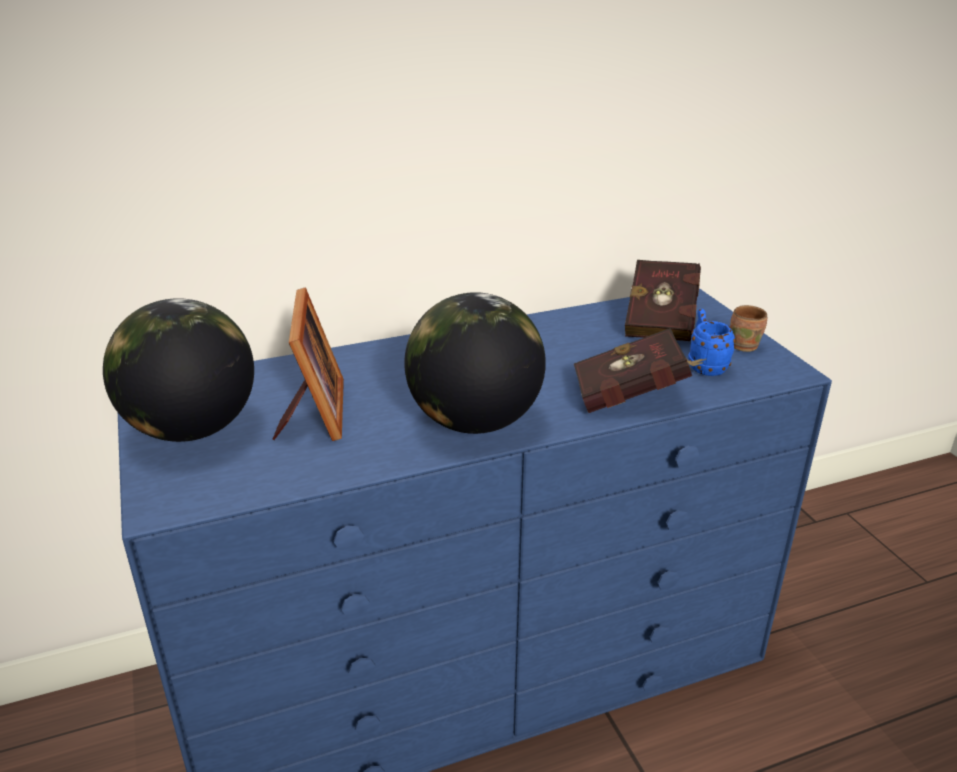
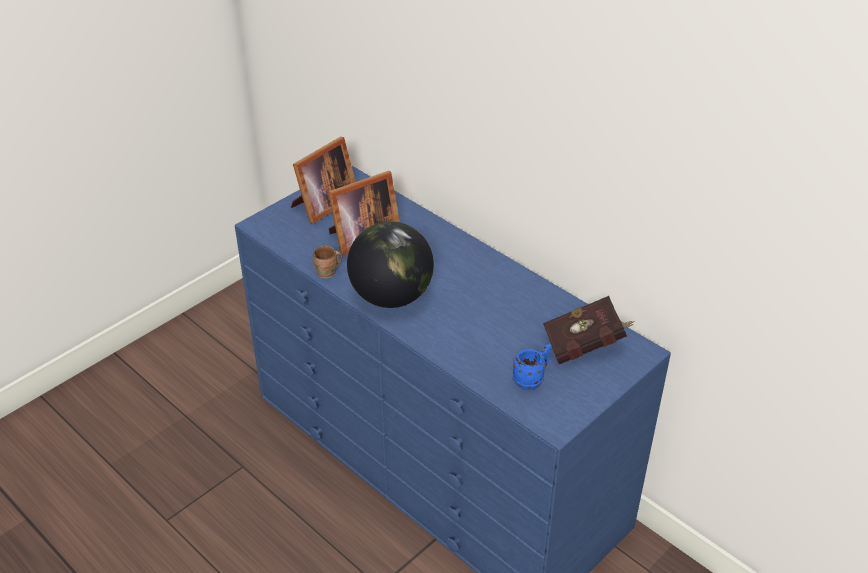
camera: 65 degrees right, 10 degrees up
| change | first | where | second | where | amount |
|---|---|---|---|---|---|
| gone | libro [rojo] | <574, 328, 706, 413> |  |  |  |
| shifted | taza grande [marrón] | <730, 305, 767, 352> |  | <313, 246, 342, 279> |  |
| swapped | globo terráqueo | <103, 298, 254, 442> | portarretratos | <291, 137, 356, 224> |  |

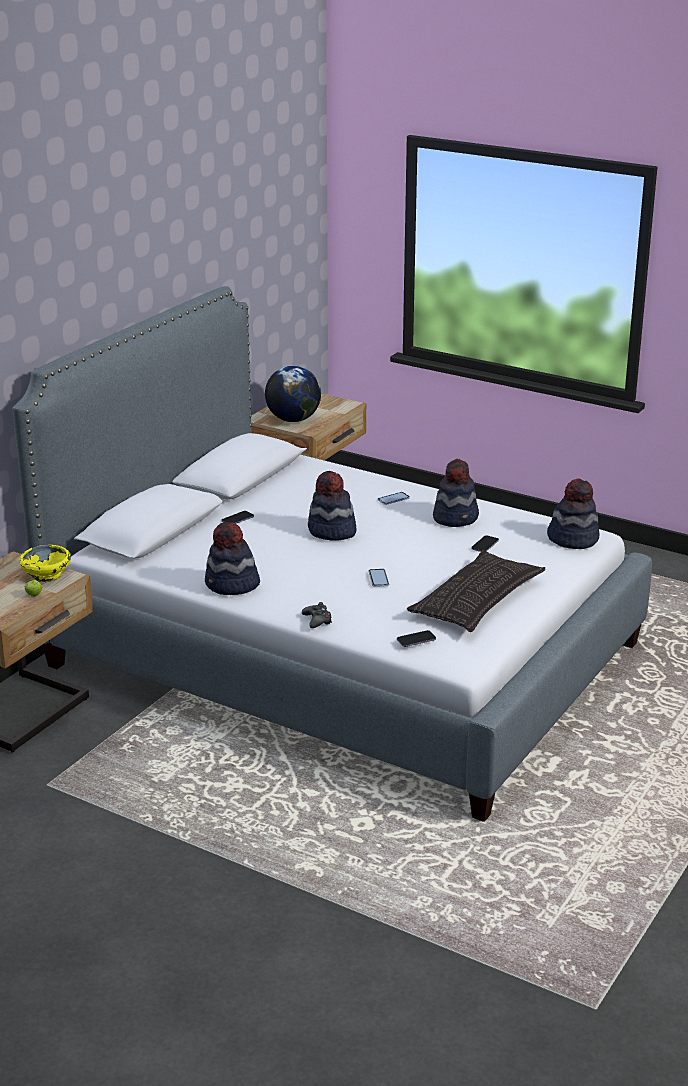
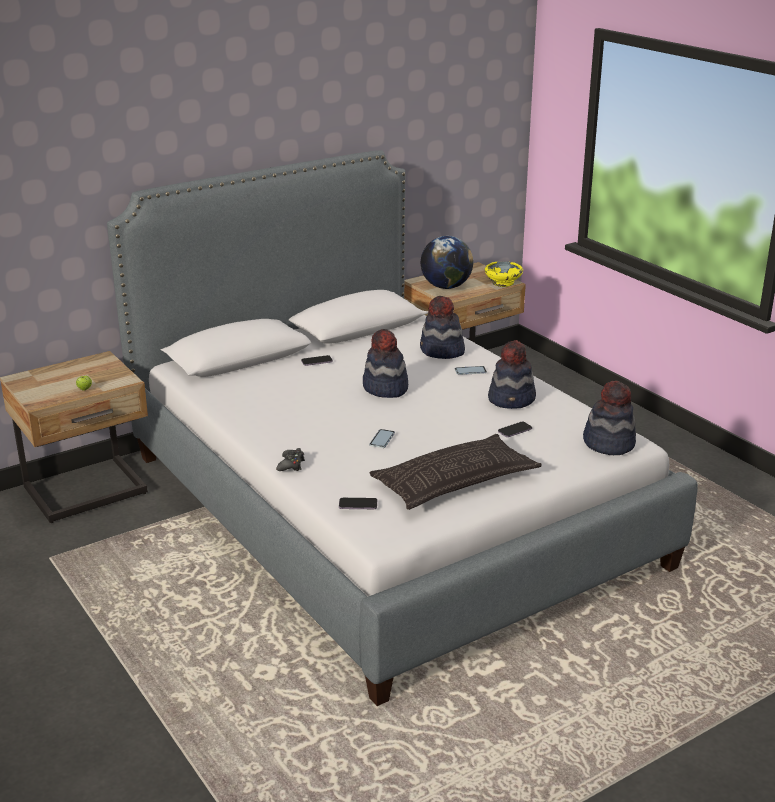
camera: 25 degrees right, 0 degrees up
| change | first | where | second | where | amount |
|---|---|---|---|---|---|
| shifted | cuenco [amarillo] | <19, 545, 71, 582> |  | <485, 261, 523, 287> |  |
| shifted | sombrero | <205, 522, 260, 595> |  | <420, 296, 465, 359> |  |

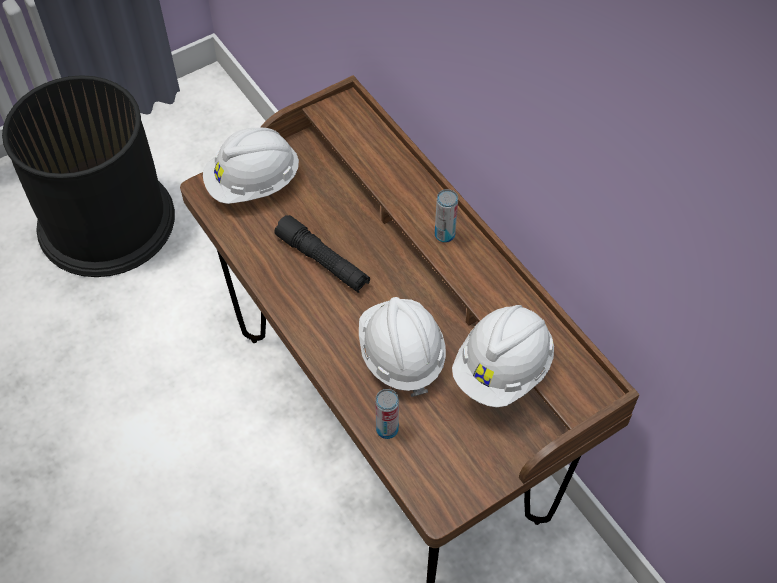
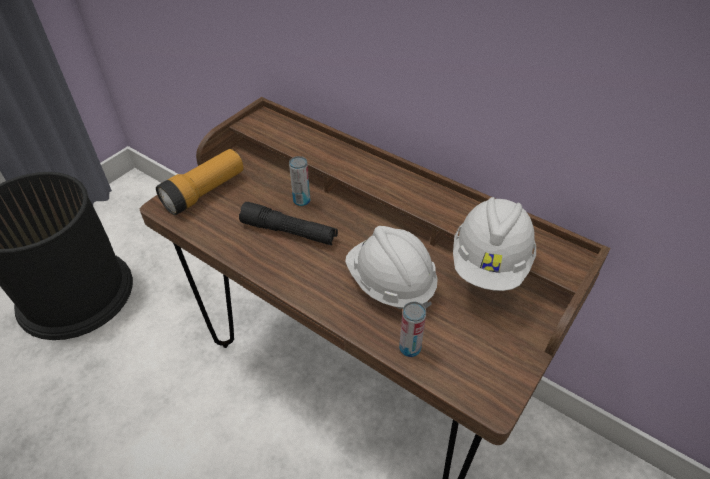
camera: 20 degrees left, 10 degrees down
| change | first | where | second | where | amount |
|---|---|---|---|---|---|
| shifted | lata | <435, 189, 458, 243> |  | <289, 156, 310, 206> |  |
| swapped | casco [blanco] | <203, 128, 299, 204> | linterna | <156, 149, 244, 215> |  |

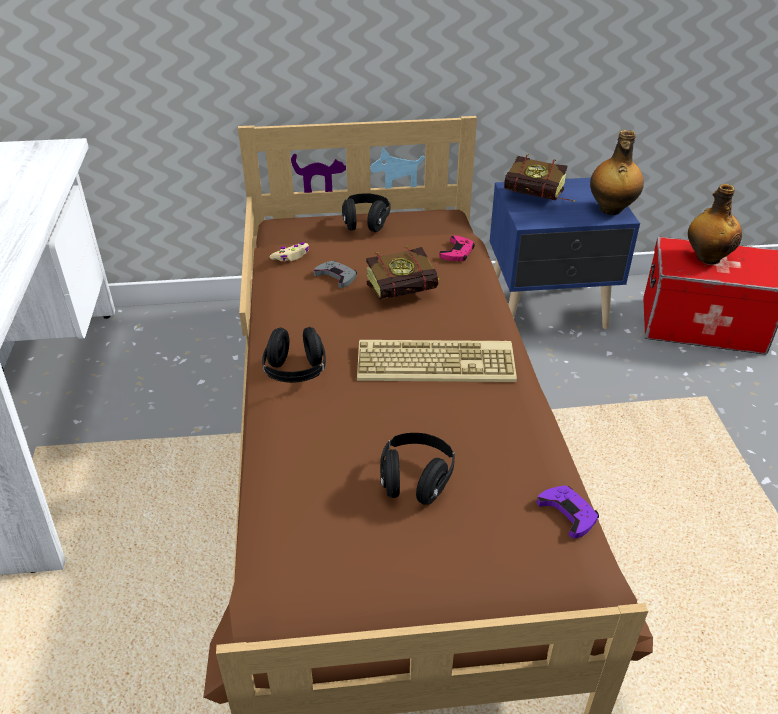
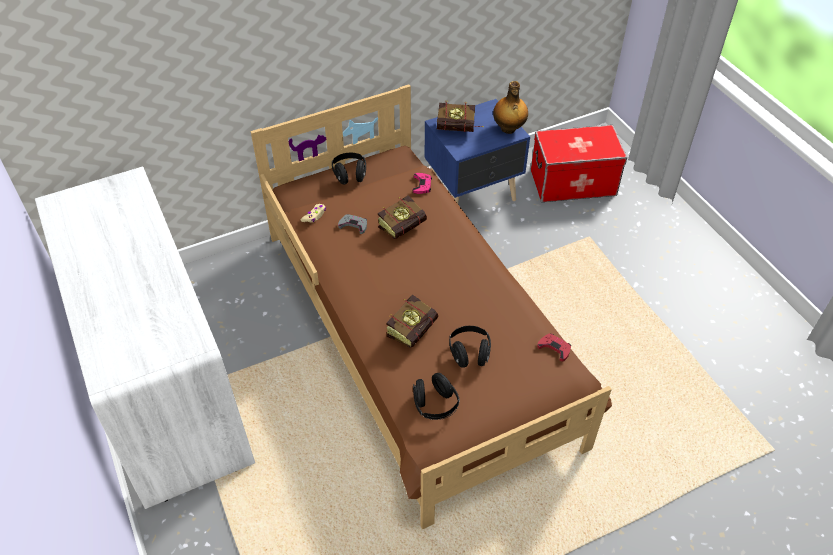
camera: 20 degrees left, 10 degrees up
| change | first | where | second | where | amount |
|---|---|---|---|---|---|
| gone | teclado | <357, 340, 517, 382> |  |  |  |
| gone | botella | <688, 184, 742, 264> |  |  |  |
| new |  |  | libro | <386, 294, 438, 348> |  |
| shifted | auriculares [negro] | <262, 327, 326, 383> |  | <413, 373, 460, 420> |  |
| repainted | mando de consola [morado] | <537, 485, 599, 539> | mando de consola [rojo] | <537, 334, 571, 362> |  |

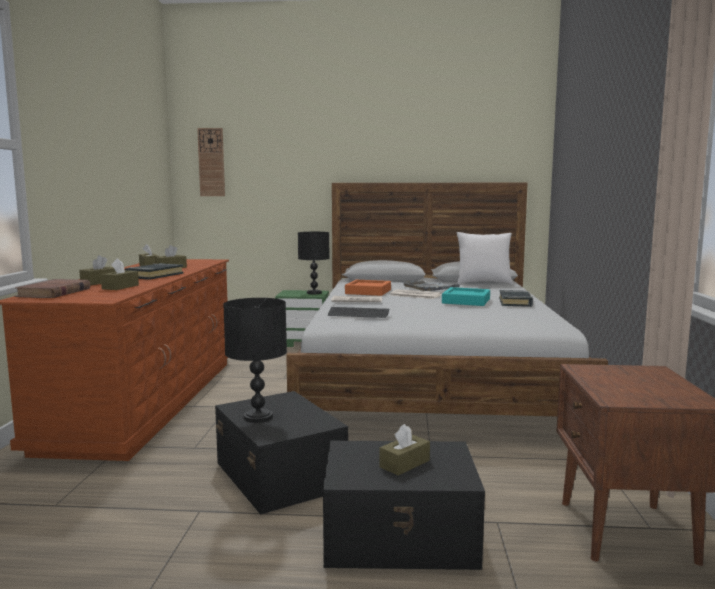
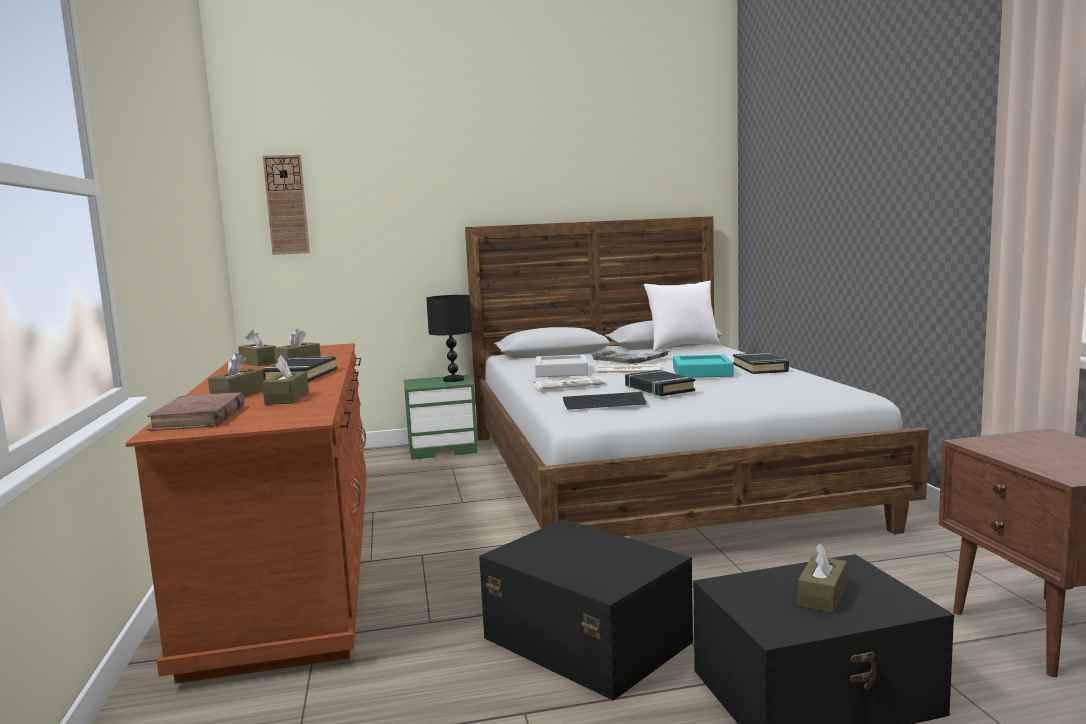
camera: 15 degrees left, 0 degrees up
| change | first | where | second | where | amount |
|---|---|---|---|---|---|
| gone | lámpara de mesa [negro] | <223, 298, 287, 423> |  |  |  |
| new |  |  | libro [negro] | <625, 370, 695, 396> |  |
| repainted | bandeja [naranja] | <345, 280, 391, 296> | bandeja [gris] | <535, 354, 588, 377> |  |

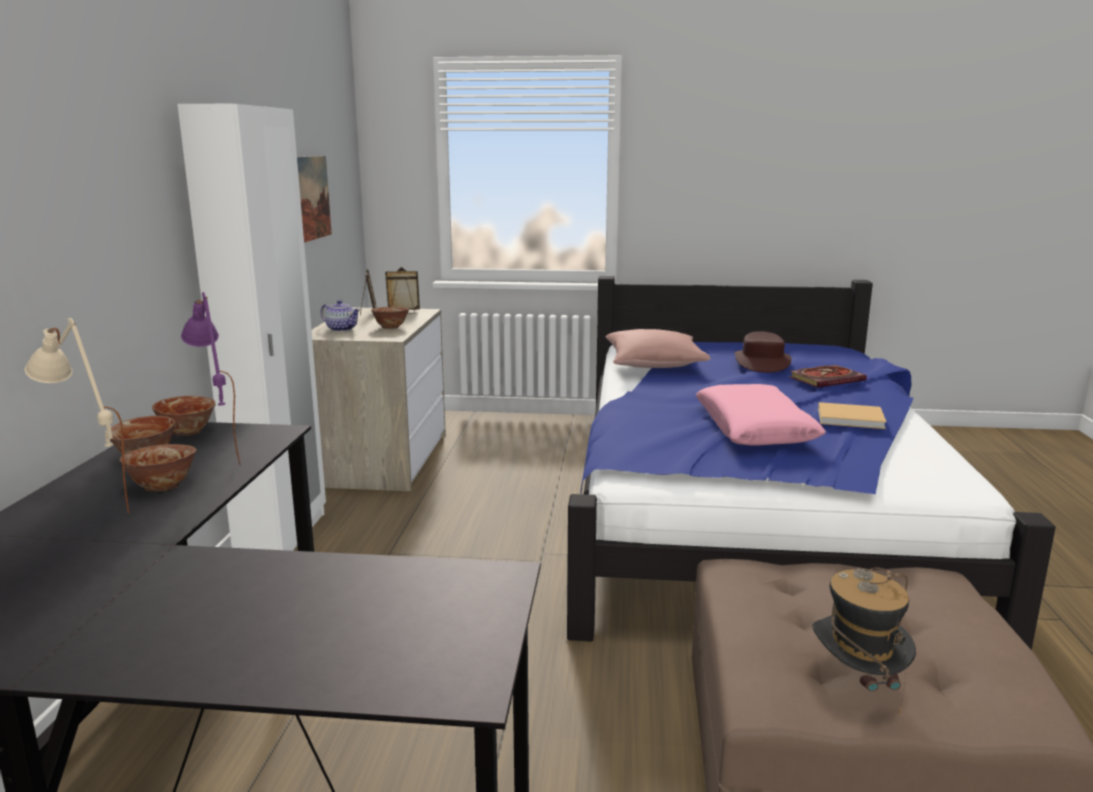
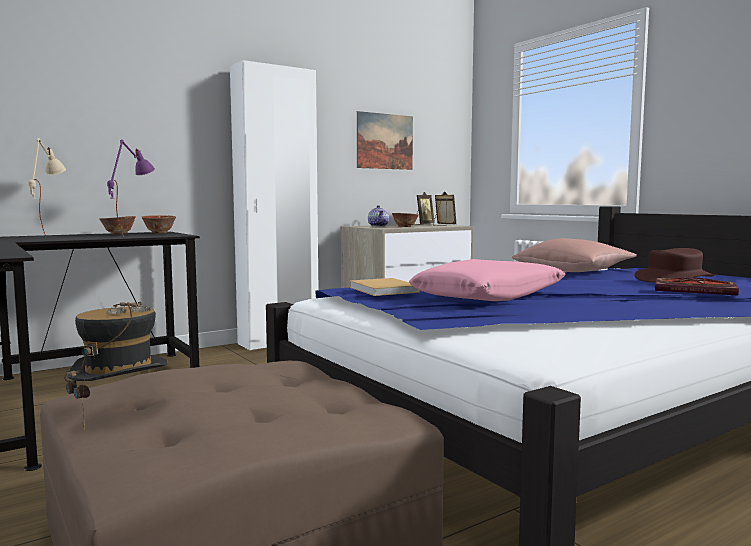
camera: 50 degrees right, 10 degrees down
| change | first | where | second | where | amount |
|---|---|---|---|---|---|
| gone | cuenco | <119, 444, 196, 492> |  |  |  |
| shifted | libro [beis] | <818, 402, 887, 429> |  | <349, 278, 420, 296> |  |

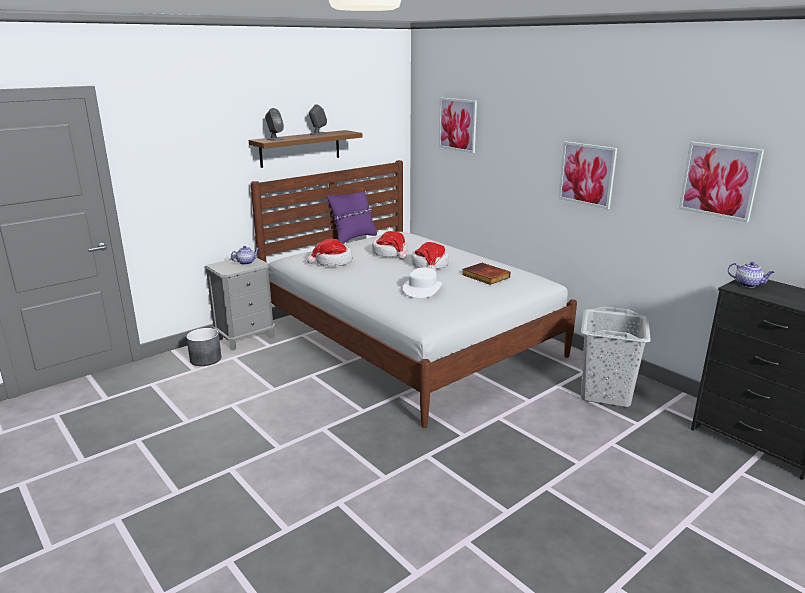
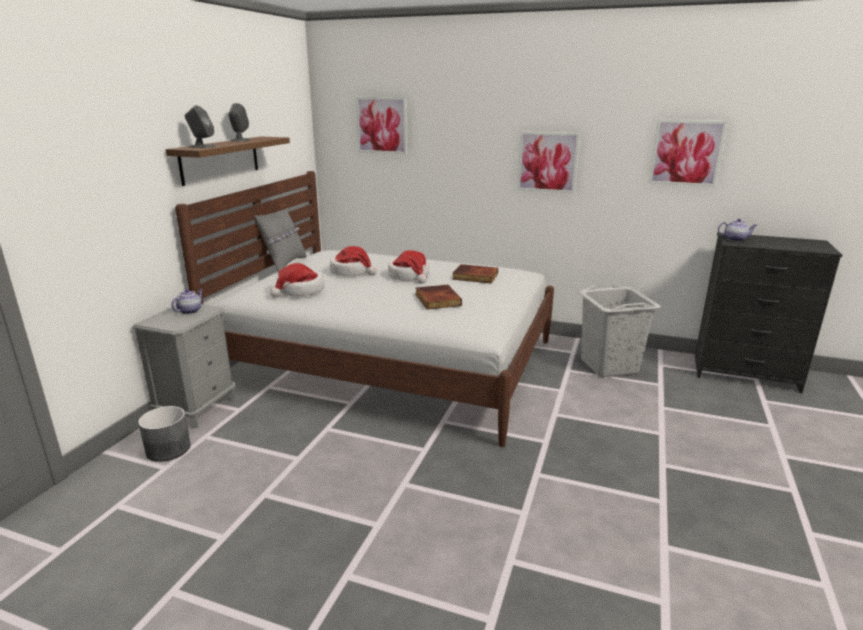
camera: 30 degrees left, 0 degrees up
| change | first | where | second | where | amount |
|---|---|---|---|---|---|
| swapped | sombrero [blanco] | <403, 268, 442, 298> | libro | <415, 285, 462, 310> |  |
| repainted | cojín [morado] | <327, 192, 377, 244> | cojín [gris] | <254, 209, 307, 273> |  |

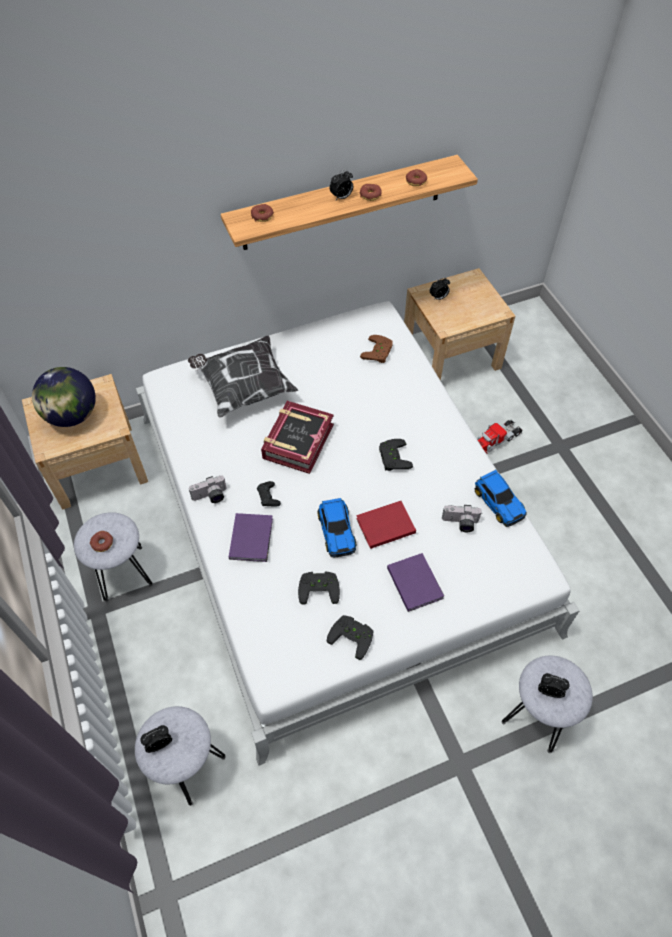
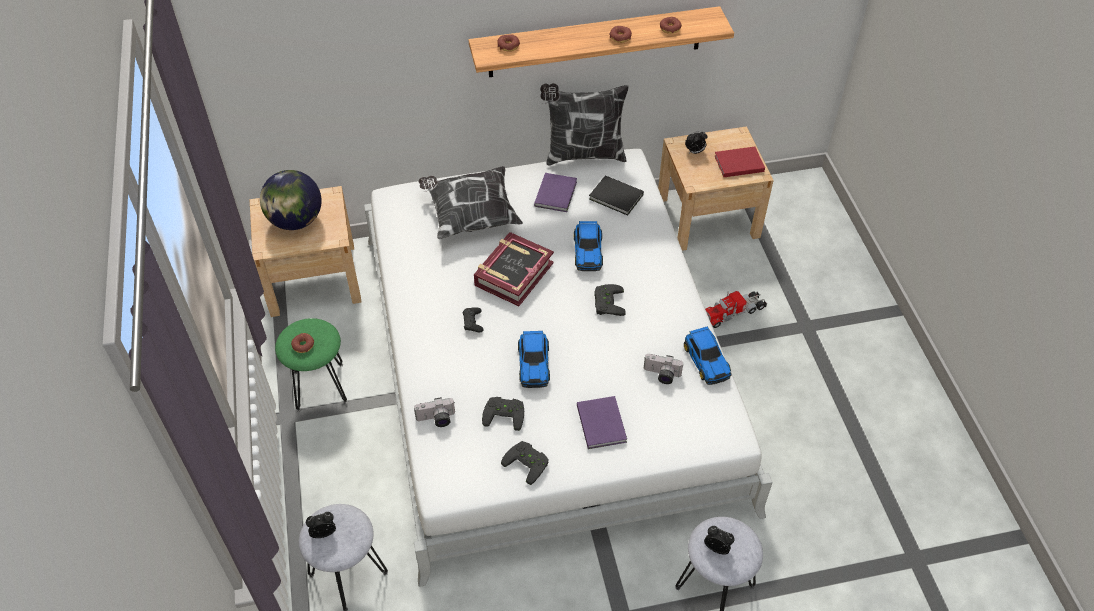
camera: 10 degrees right, 5 degrees down
| change | first | where | second | where | amount |
|---|---|---|---|---|---|
| gone | despertador | <330, 169, 353, 200> |  |  |  |
| new |  |  | cojín | <540, 83, 629, 165> |  |
| new |  |  | coche de juguete | <574, 221, 603, 271> |  |
| shifted | cámara | <189, 476, 226, 503> |  | <414, 397, 455, 427> |  |
| shifted | libro [morado] | <229, 513, 273, 562> |  | <534, 173, 577, 212> |  |
| shifted | libro [rojo] | <356, 501, 416, 549> |  | <715, 147, 765, 177> |  |
| swapped | mando de consola [marrón] | <360, 335, 393, 363> | libro [negro] | <589, 175, 644, 216> |  |
| repainted | taburete [gris] | <74, 512, 153, 602> | taburete [verde] | <275, 318, 348, 411> |  |

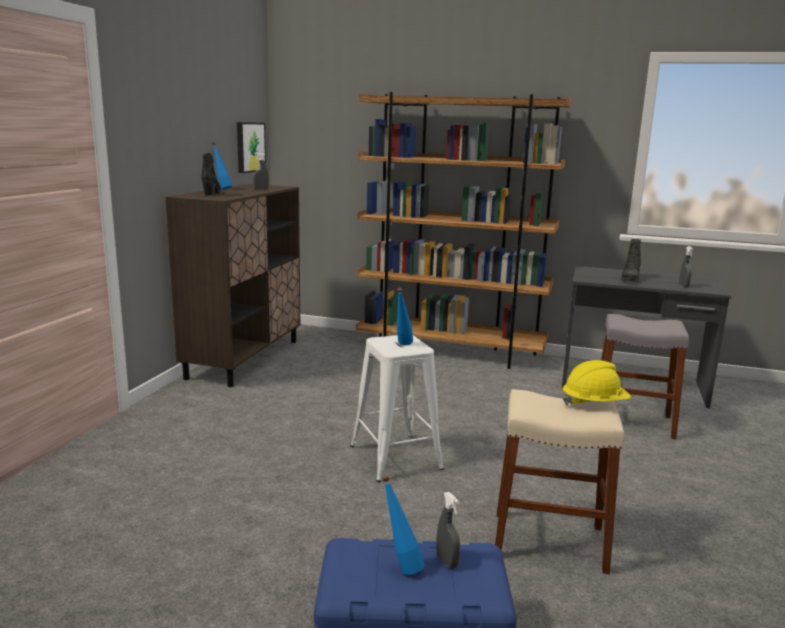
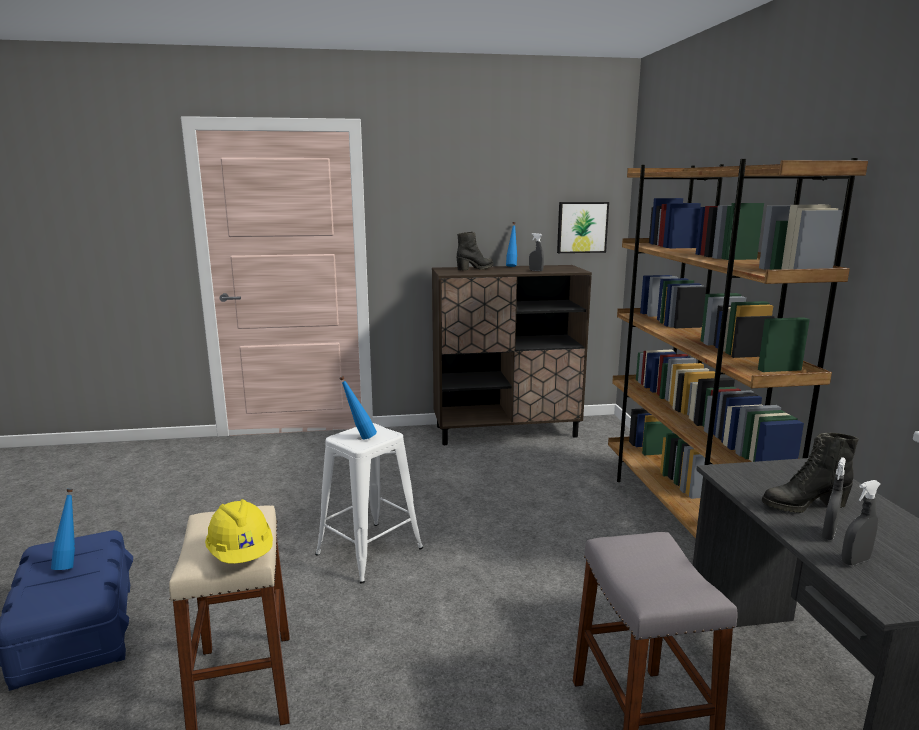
camera: 65 degrees right, 0 degrees up
| change | first | where | second | where | amount |
|---|---|---|---|---|---|
| shifted | pulverizador [gris] | <436, 492, 460, 569> |  | <822, 457, 846, 540> |  |

